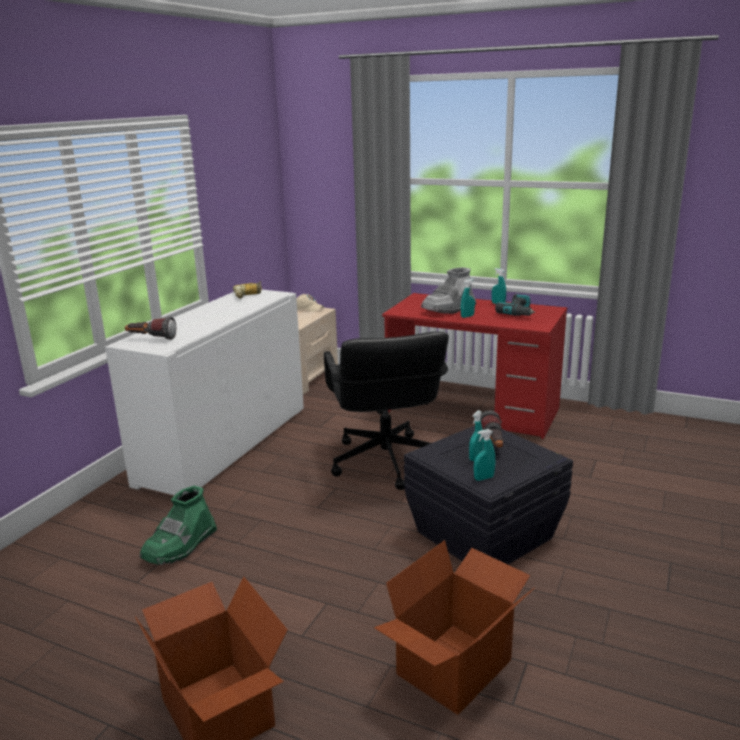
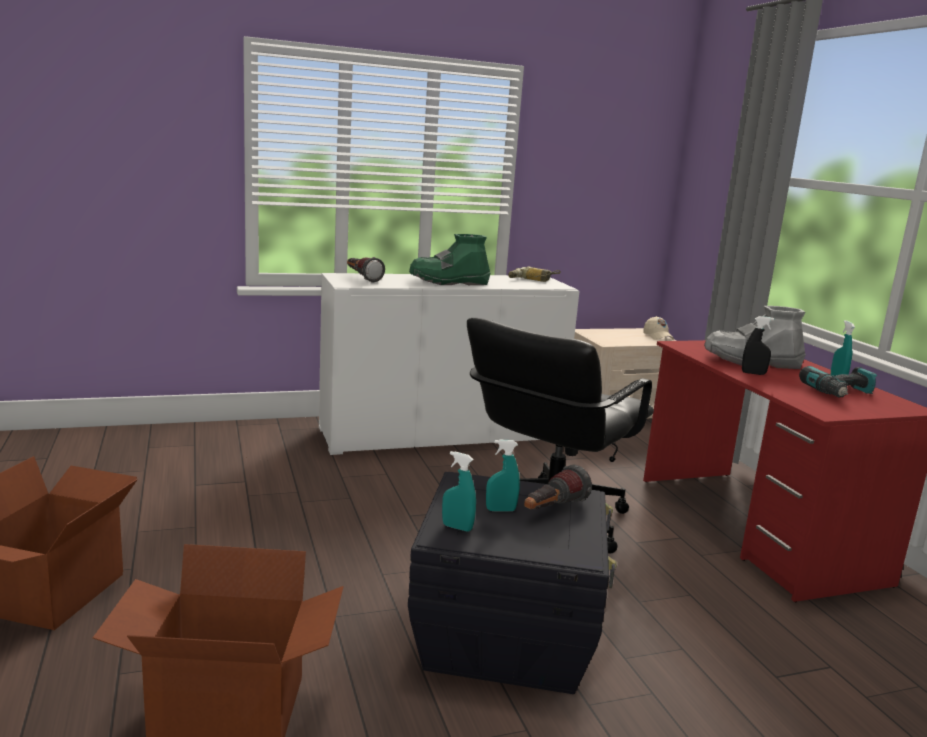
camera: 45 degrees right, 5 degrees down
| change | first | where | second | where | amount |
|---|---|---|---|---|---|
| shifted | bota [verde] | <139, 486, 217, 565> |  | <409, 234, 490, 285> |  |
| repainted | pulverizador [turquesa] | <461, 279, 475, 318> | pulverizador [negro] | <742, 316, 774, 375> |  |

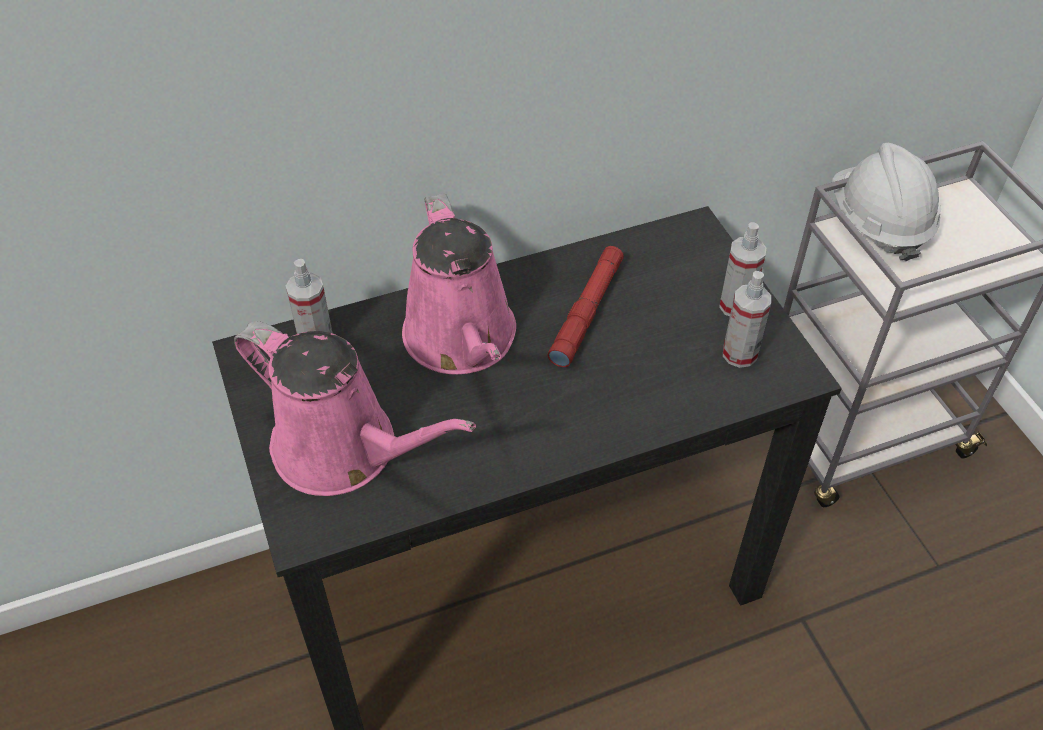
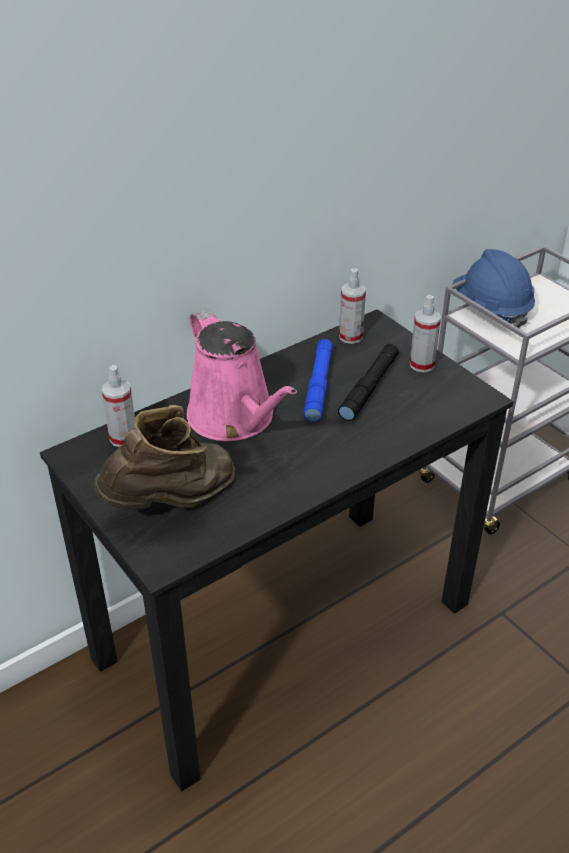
camera: 15 degrees left, 10 degrees down
| change | first | where | second | where | amount |
|---|---|---|---|---|---|
| new |  |  | linterna [negro] | <338, 344, 399, 421> |  |
| shifted | pulverizador | <723, 271, 771, 368> |  | <339, 268, 366, 344> |  |
| swapped | regadera [rosa] | <234, 321, 476, 496> | bota [marrón] | <94, 405, 235, 509> |  |
| repainted | linterna [rojo] | <548, 246, 624, 367> | linterna [azul] | <303, 339, 333, 422> |  |
| repainted | casco [blanco] | <832, 143, 941, 261> | casco [azul] | <453, 249, 535, 328> |  |

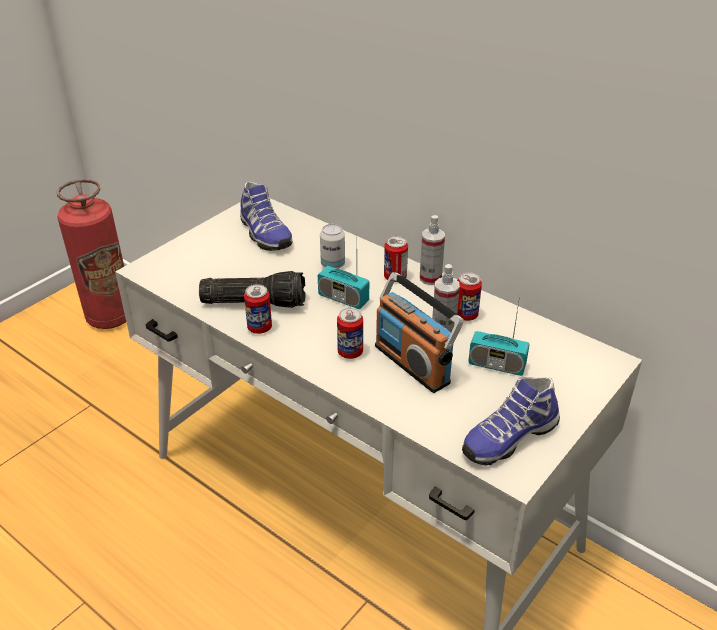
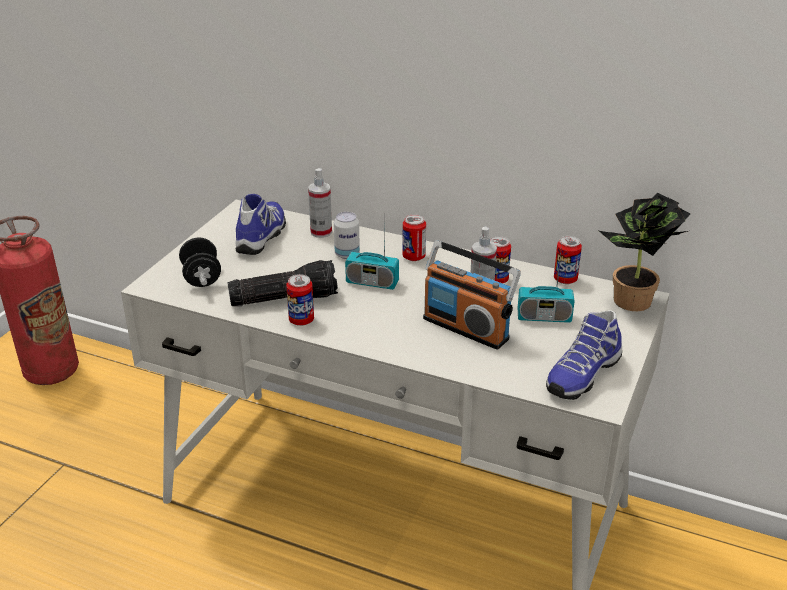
camera: 15 degrees left, 5 degrees down
| change | first | where | second | where | amount |
|---|---|---|---|---|---|
| new |  |  | mancuerna [negro] | <179, 237, 221, 287> |  |
| new |  |  | planta en maceta | <599, 193, 690, 311> |  |
| shifted | lata | <337, 308, 363, 359> |  | <554, 236, 582, 284> |  |
| shifted | pulverizador | <420, 215, 445, 285> |  | <308, 168, 332, 238> |  |
| rotated | zapato | <240, 182, 293, 251> |  | <235, 194, 286, 255> | 120 degrees counterclockwise |

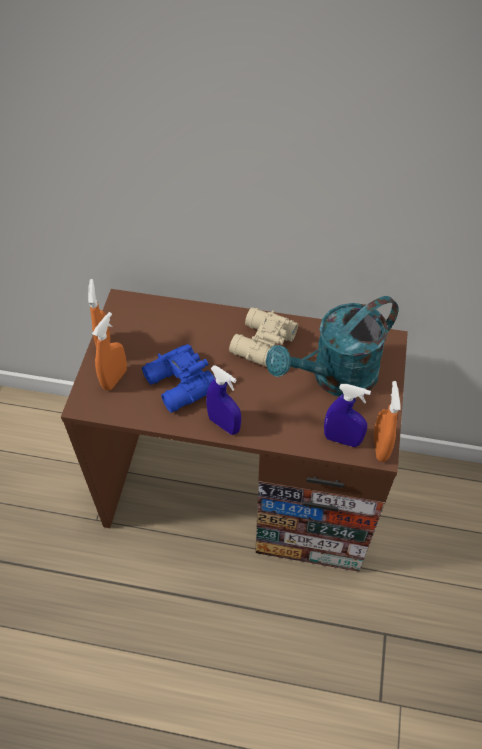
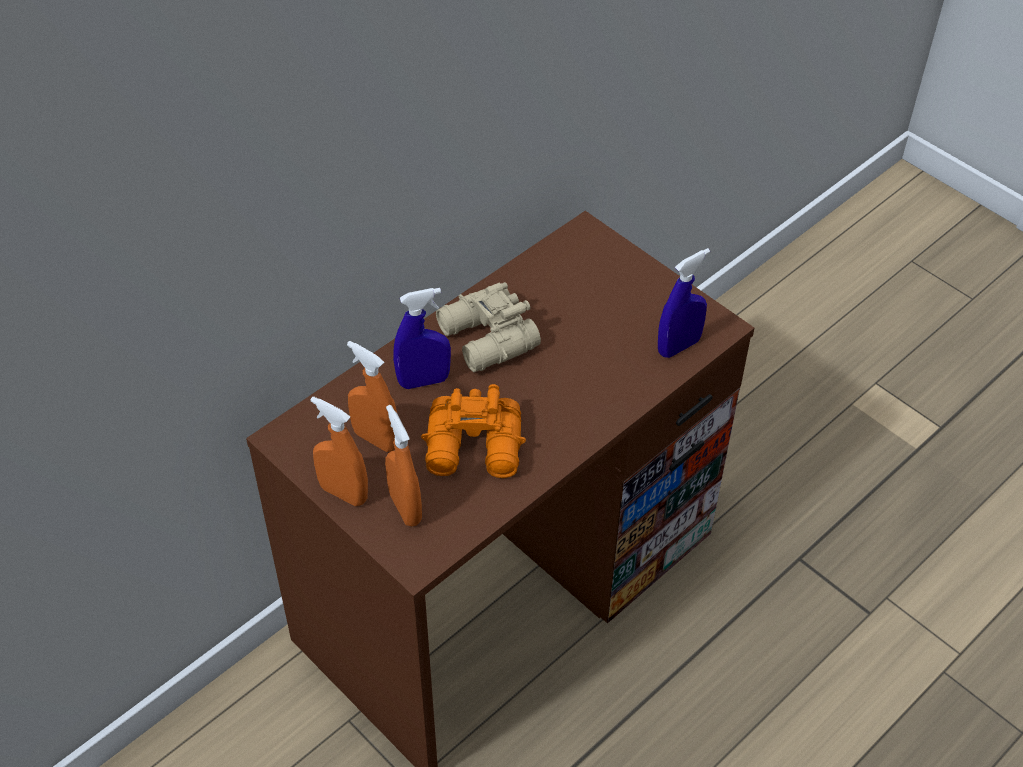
camera: 55 degrees left, 5 degrees down
| change | first | where | second | where | amount |
|---|---|---|---|---|---|
| gone | regadera [turquesa] | <266, 296, 399, 397> |  |  |  |
| shifted | pulverizador [azul] | <206, 365, 241, 435> |  | <393, 288, 451, 389> |  |
| shifted | pulverizador [naranja] | <374, 381, 401, 462> |  | <347, 341, 397, 452> |  |
| repainted | prismáticos [azul] | <142, 344, 214, 413> | prismáticos [naranja] | <421, 384, 526, 478> |  |

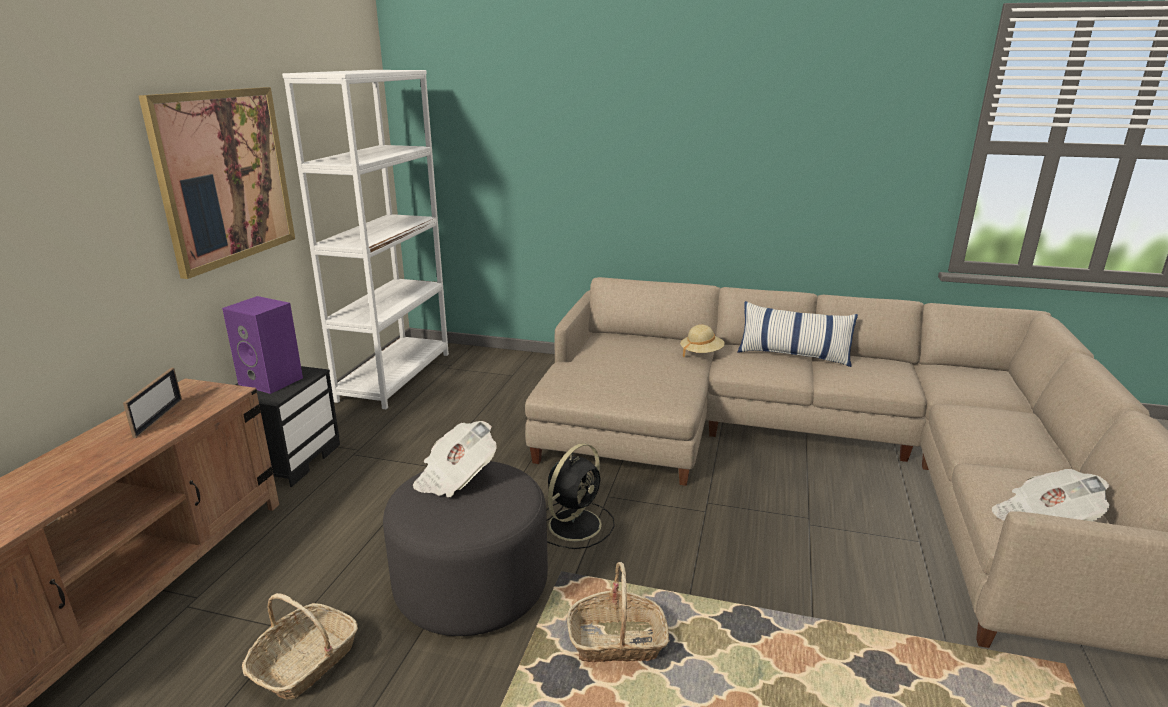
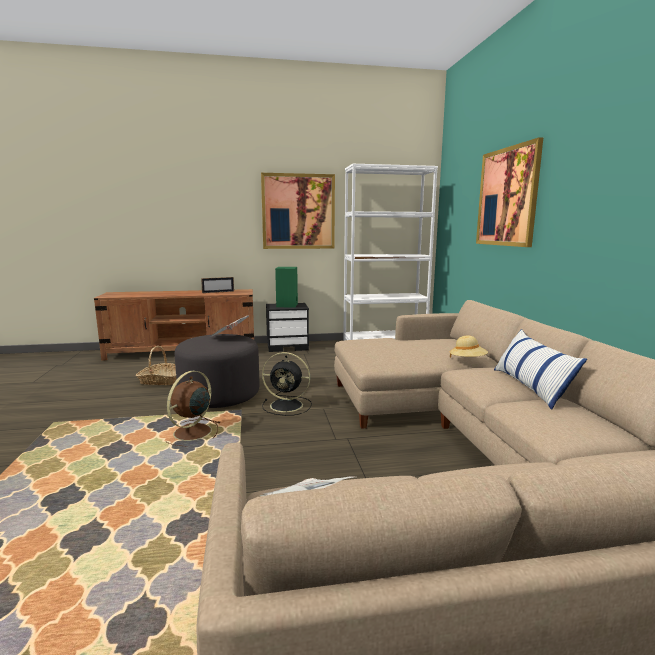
camera: 65 degrees right, 10 degrees down
| change | first | where | second | where | amount |
|---|---|---|---|---|---|
| new |  |  | cuadro | <476, 137, 543, 247> |  |
| swapped | cesta | <567, 562, 670, 662> | ventilador [marrón] | <165, 371, 221, 446> |  |
| repainted | altavoz [morado] | <222, 296, 303, 394> | altavoz [verde] | <275, 267, 298, 307> |  |

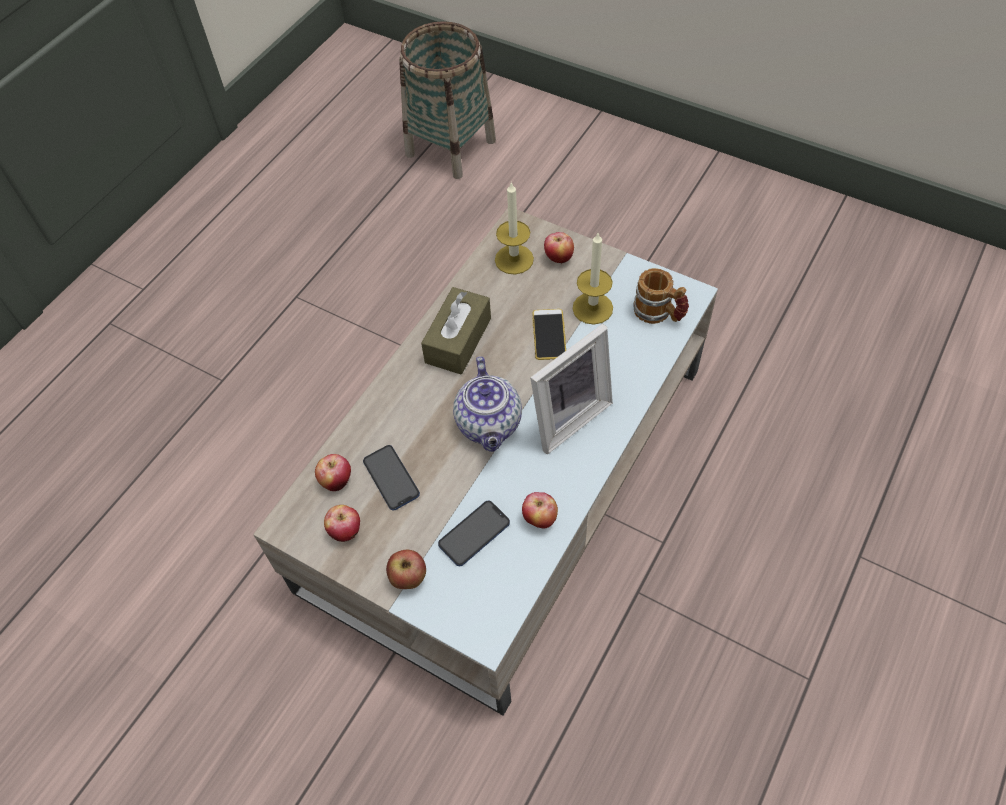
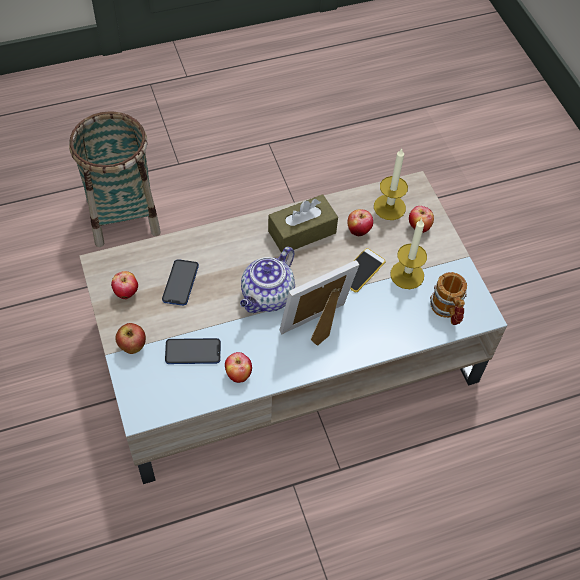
camera: 35 degrees right, 0 degrees up
| change | first | where | second | where | amount |
|---|---|---|---|---|---|
| shifted | manzana | <315, 454, 351, 491> |  | <347, 209, 373, 236> |  |
| shifted | cesta | <399, 21, 496, 179> |  | <69, 111, 161, 247> |  |
| rotated | portarretratos | <530, 324, 613, 454> |  | <280, 260, 359, 346> | 150 degrees clockwise |

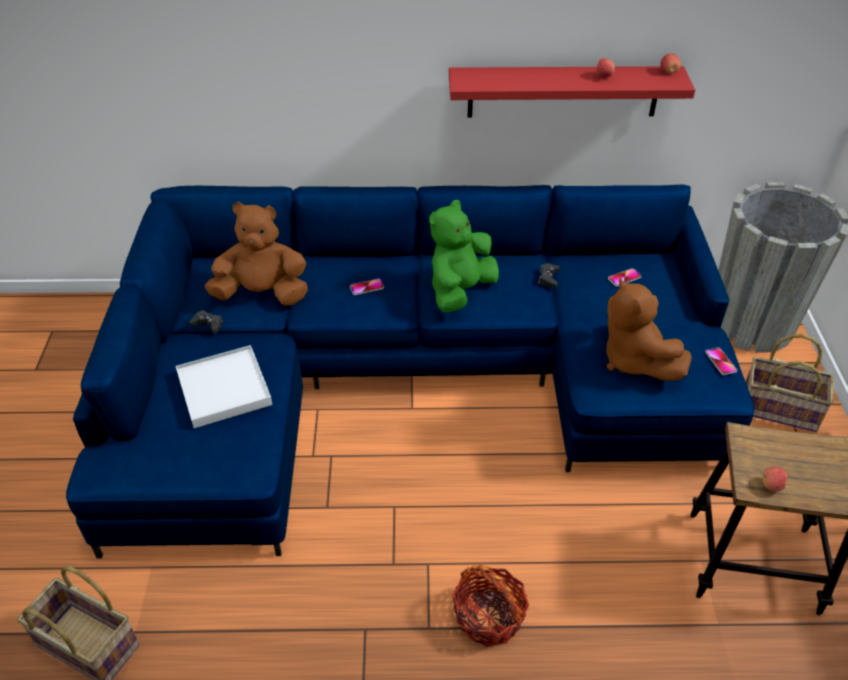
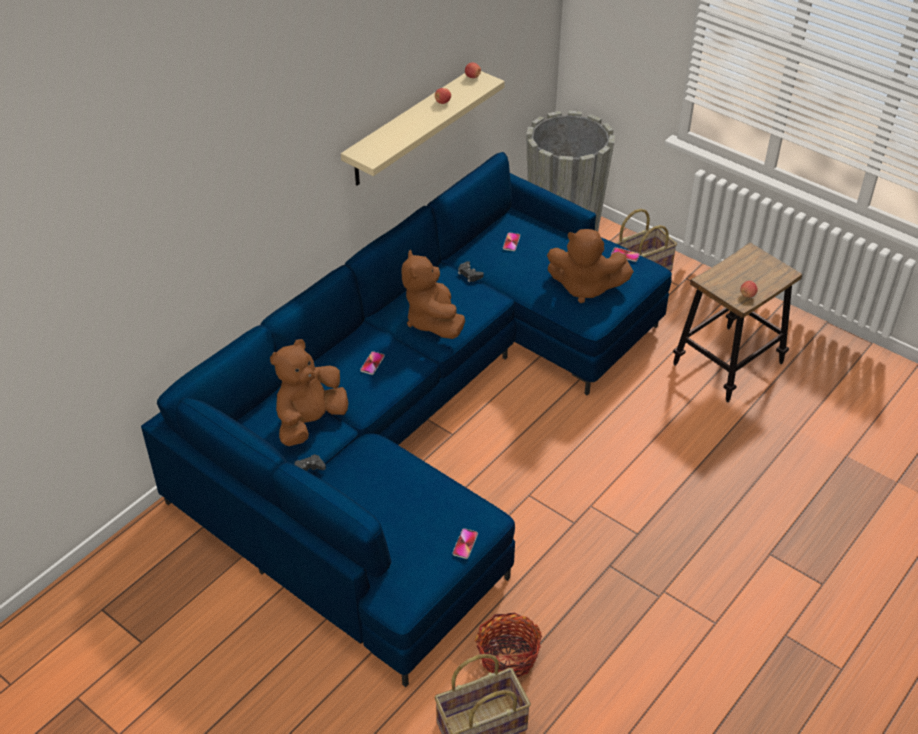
camera: 50 degrees left, 0 degrees up
| change | first | where | second | where | amount |
|---|---|---|---|---|---|
| gone | bandeja [blanco] | <175, 345, 273, 428> |  |  |  |
| new |  |  | móvil | <452, 528, 478, 559> |  |
| shifted | cesta | <452, 565, 529, 647> |  | <475, 612, 542, 678> |  |
| repainted | peluche [verde] | <429, 200, 499, 313> | peluche [marrón] | <402, 250, 465, 339> |  |
| repainted | estante [rojo] | <449, 66, 695, 118> | estante [beis] | <341, 71, 505, 186> |  |

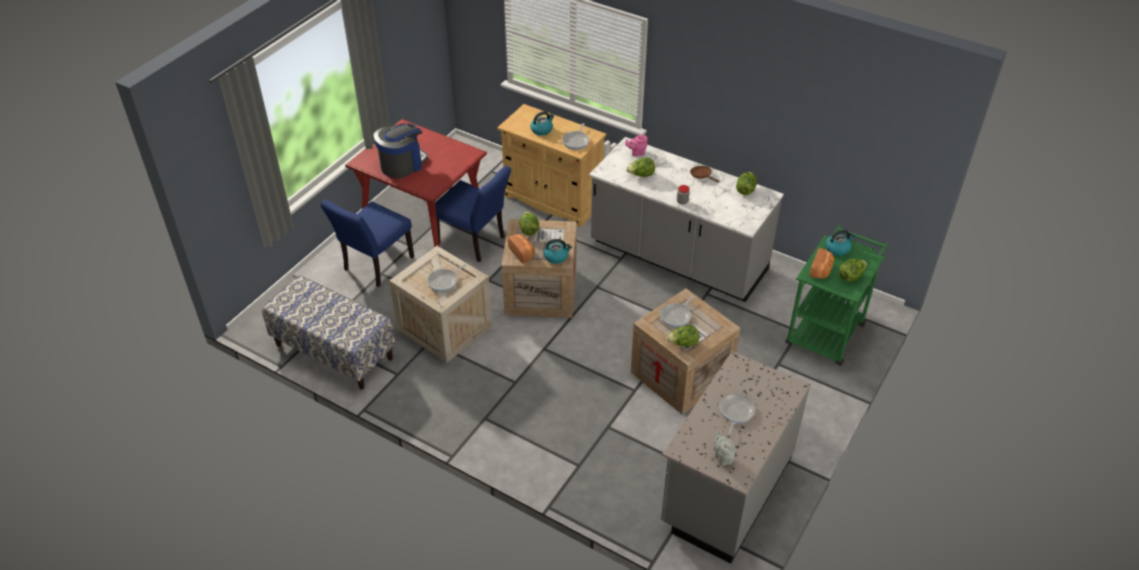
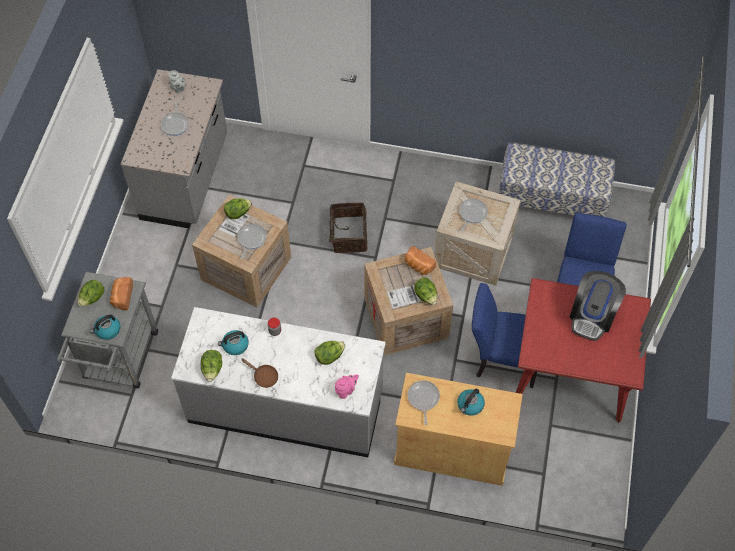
camera: 160 degrees right, 15 degrees up
| change | first | where | second | where | amount |
|---|---|---|---|---|---|
| new |  |  | cesta | <321, 202, 368, 253> |  |
| shifted | hervidor | <544, 239, 572, 264> |  | <218, 330, 249, 355> |  |
| repainted | carrito [verde] | <786, 225, 888, 366> | carrito [gris] | <57, 272, 158, 388> |  |

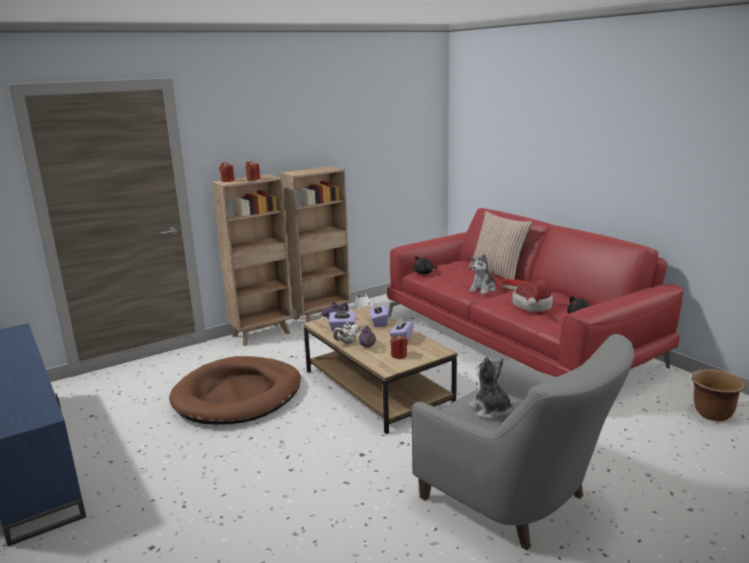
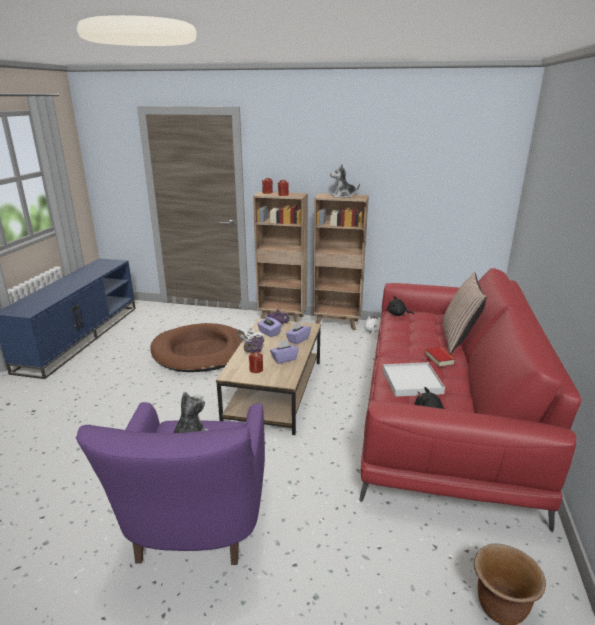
camera: 45 degrees right, 5 degrees up
| change | first | where | second | where | amount |
|---|---|---|---|---|---|
| shifted | peluche | <469, 254, 496, 295> |  | <330, 165, 360, 198> |  |
| swapped | sombrero | <512, 280, 553, 312> | bandeja [blanco] | <383, 362, 445, 397> |  |
| repainted | sillón [gris] | <412, 334, 634, 550> | sillón [morado] | <76, 402, 265, 565> |  |

